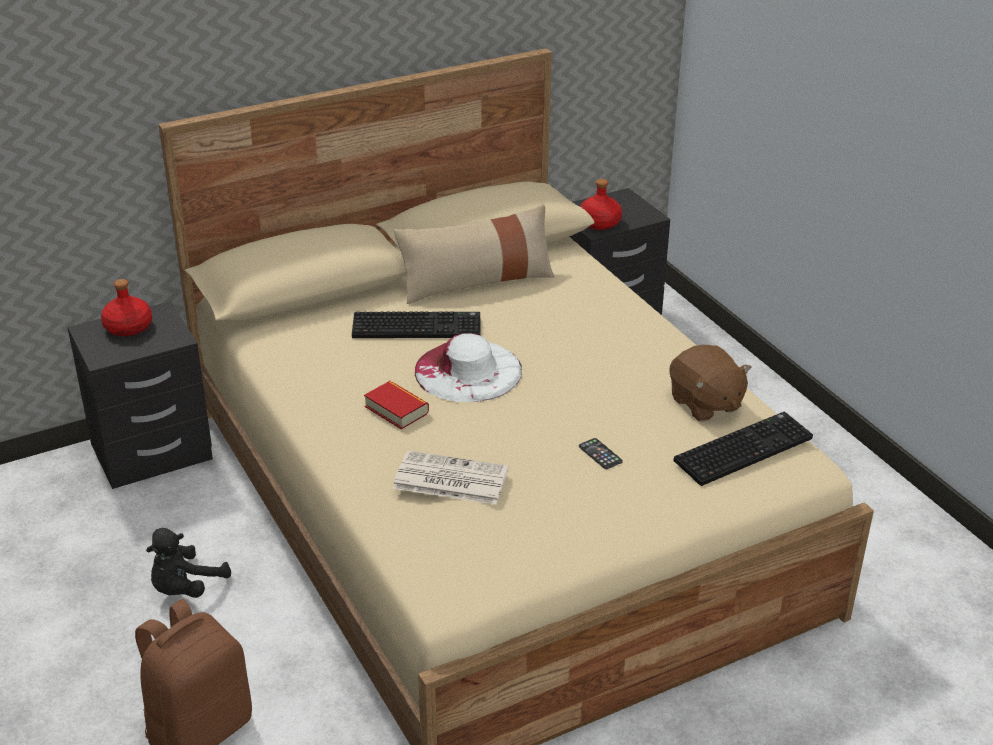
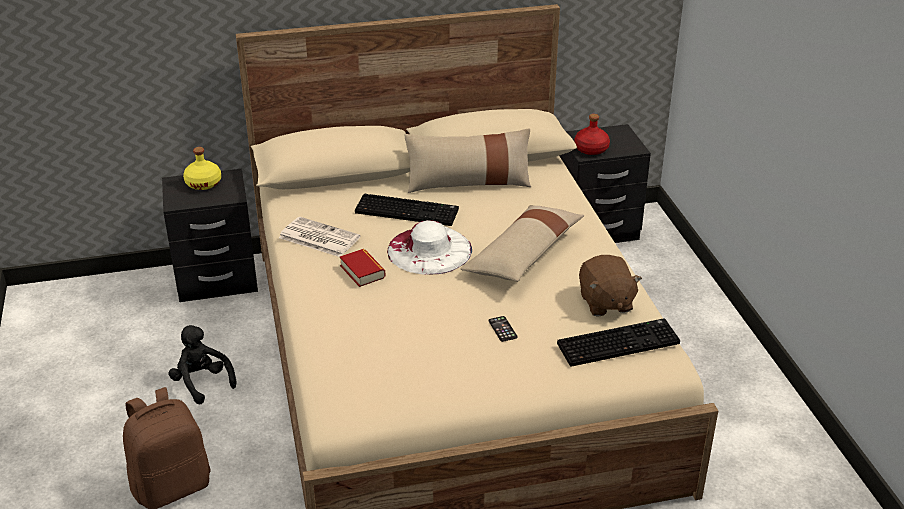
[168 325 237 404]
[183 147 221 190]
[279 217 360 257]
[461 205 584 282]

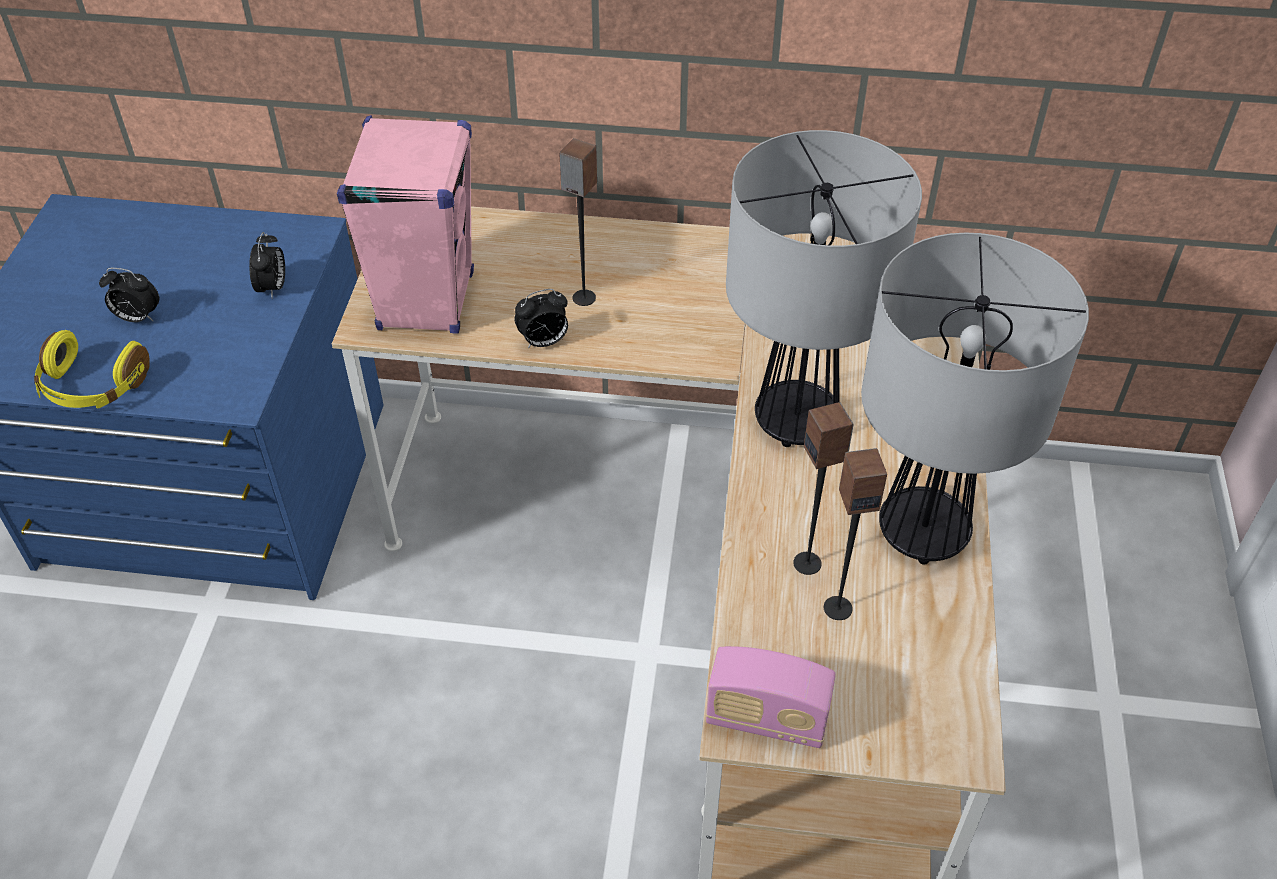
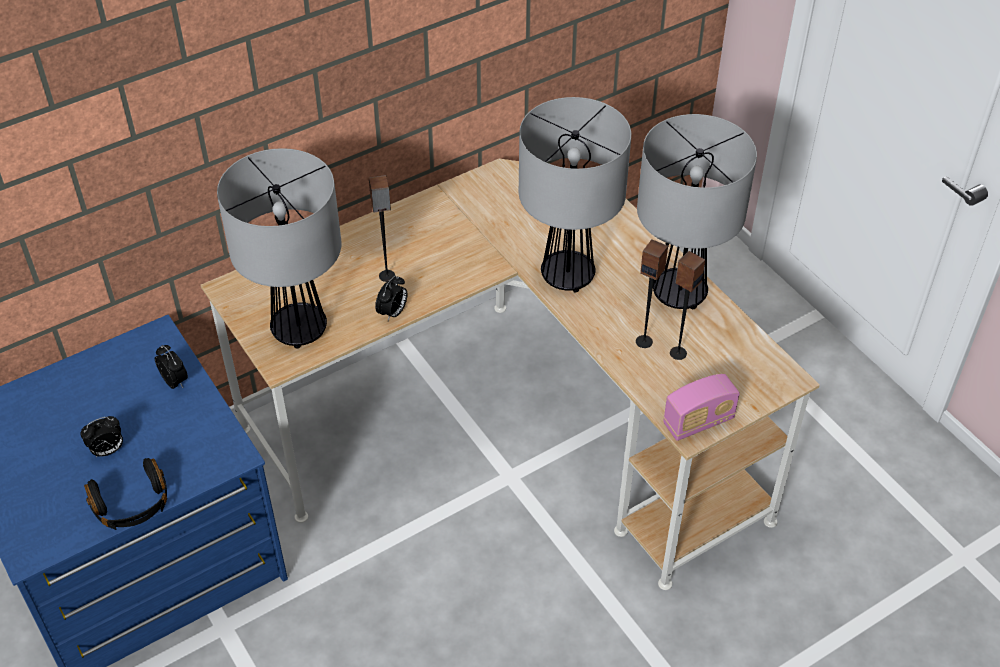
[84 458 167 530]
[217 148 341 349]

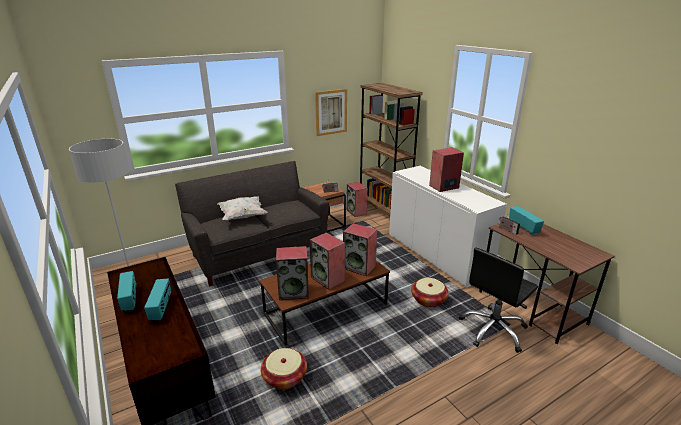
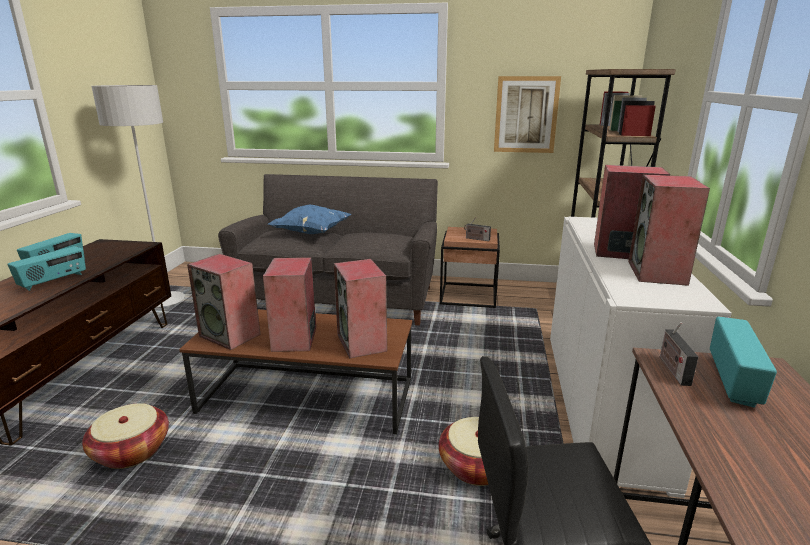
[268 205 352 234]
[628 175 710 286]

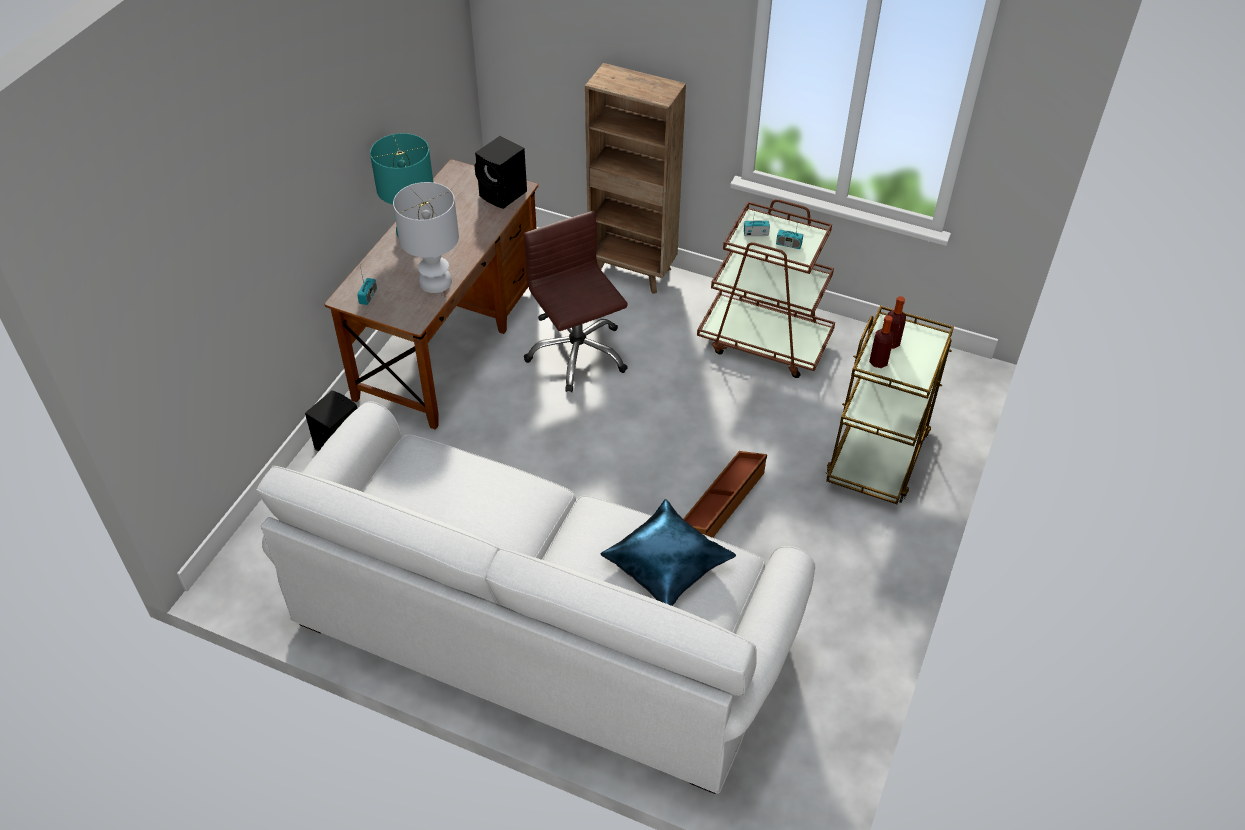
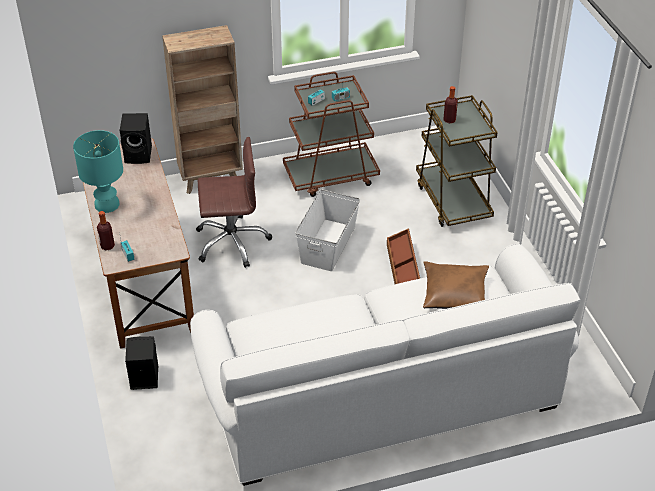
[97 211 115 251]
[196 137 272 268]
[295 189 360 271]
[423 261 489 309]
[393 182 459 293] (first image)

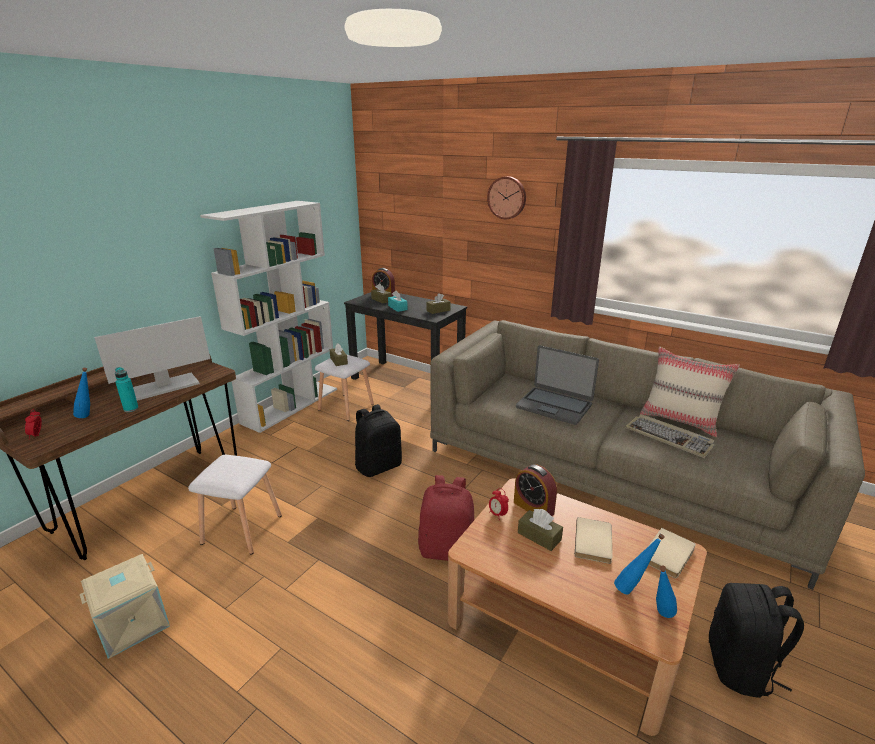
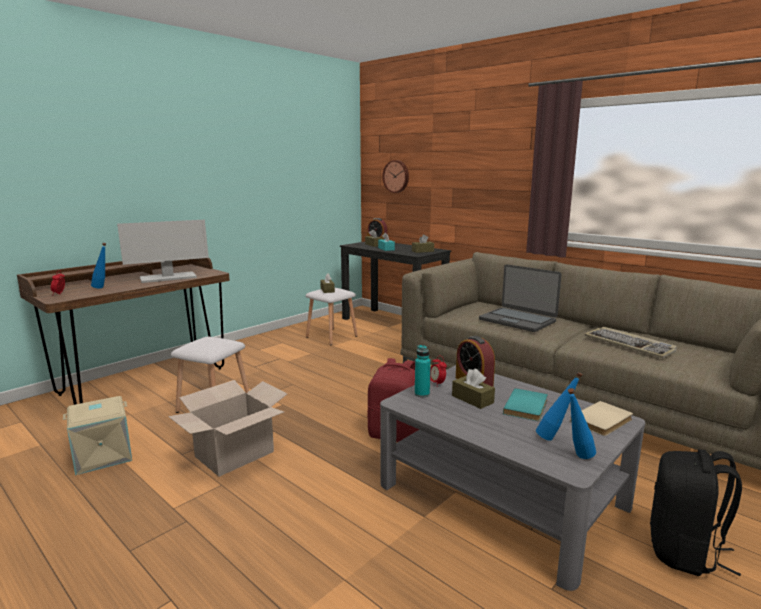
[168 380 287 477]
[380 365 645 591]
[382 160 409 193]
[415 345 431 397]
[503 388 548 421]
[200 201 337 433] (first image)
[355 404 402 477] (first image)
[640 347 740 437] (first image)

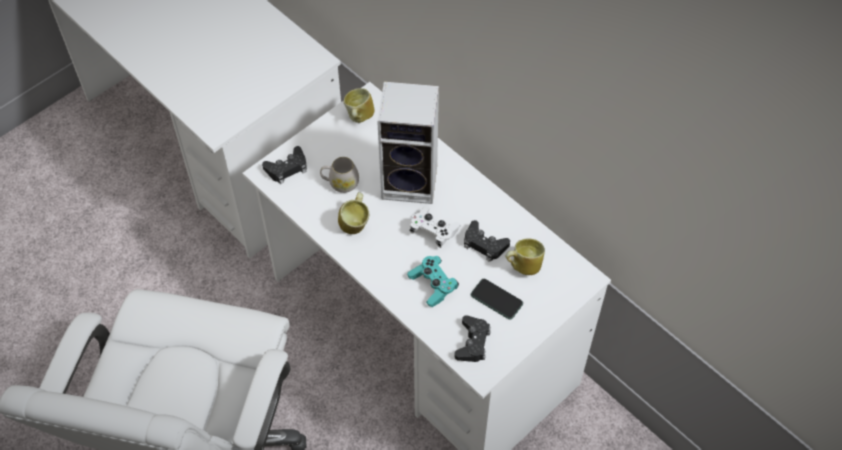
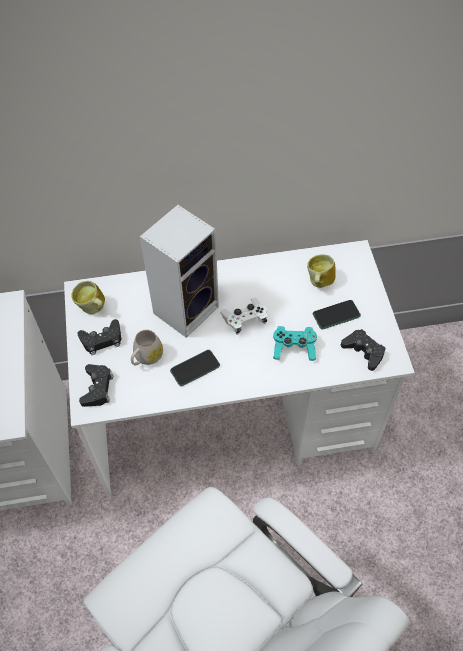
[77 319 121 355]
[170 350 220 386]

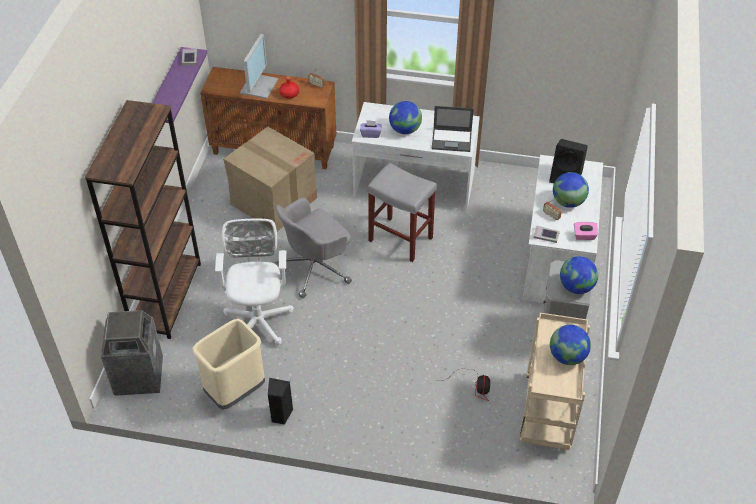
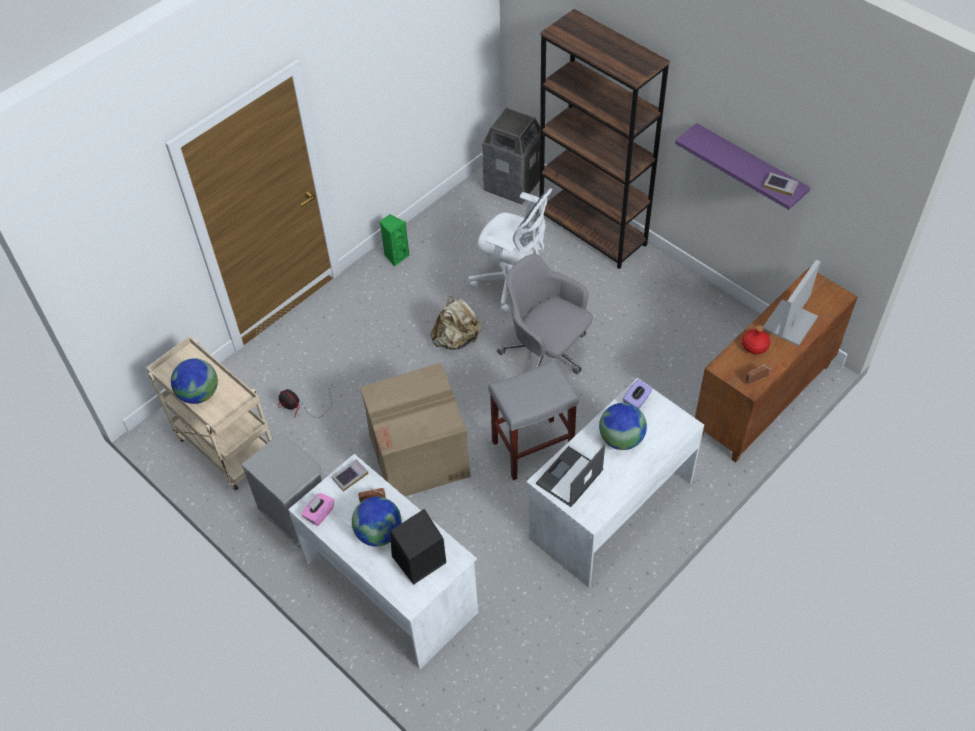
[360 363 471 497]
[379 214 409 267]
[430 296 482 350]
[497 254 593 374]
[763 260 821 346]
[192 319 265 410] (first image)
[560 256 598 294] (first image)

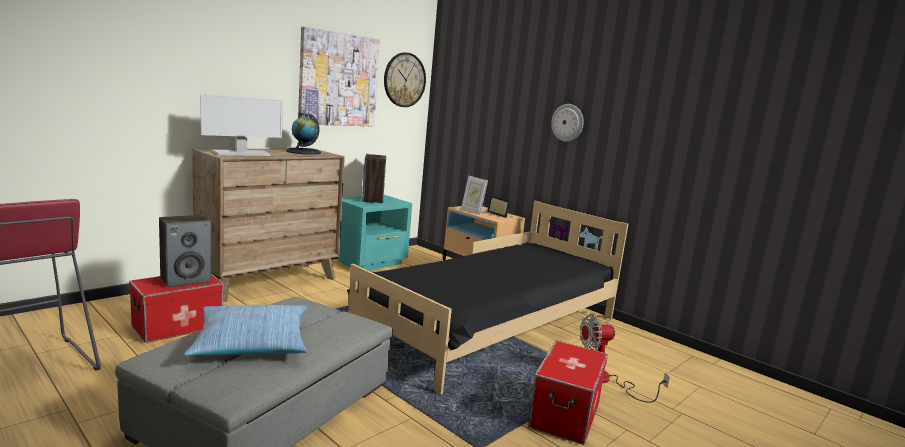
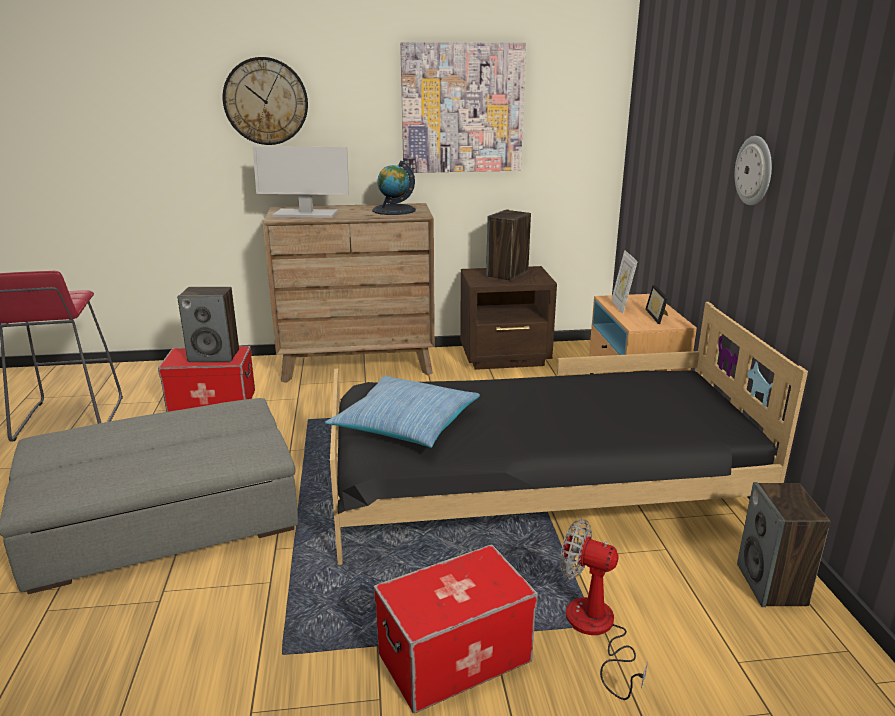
[223 57 308 145]
[325 376 480 448]
[460 266 557 370]
[737 482 830 607]

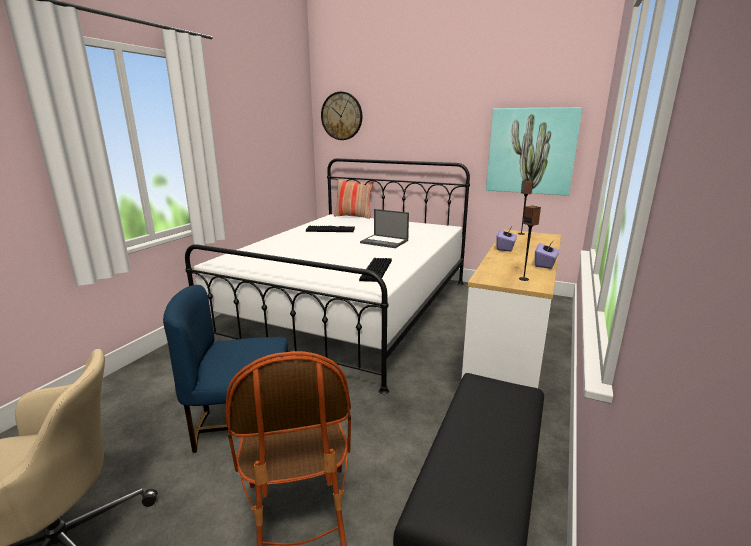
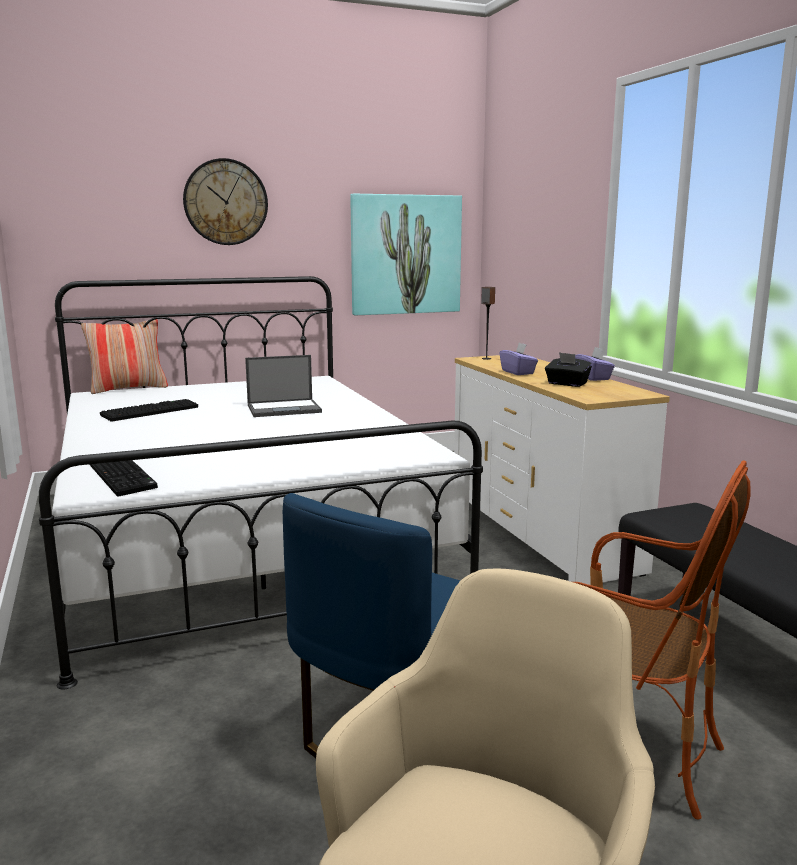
[89 460 158 497]
[183 158 268 245]
[545 352 592 387]
[519 206 541 281] (first image)

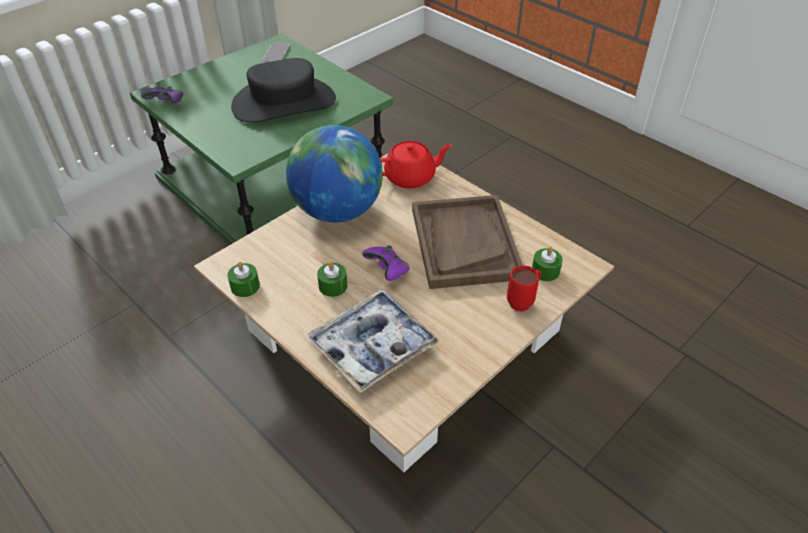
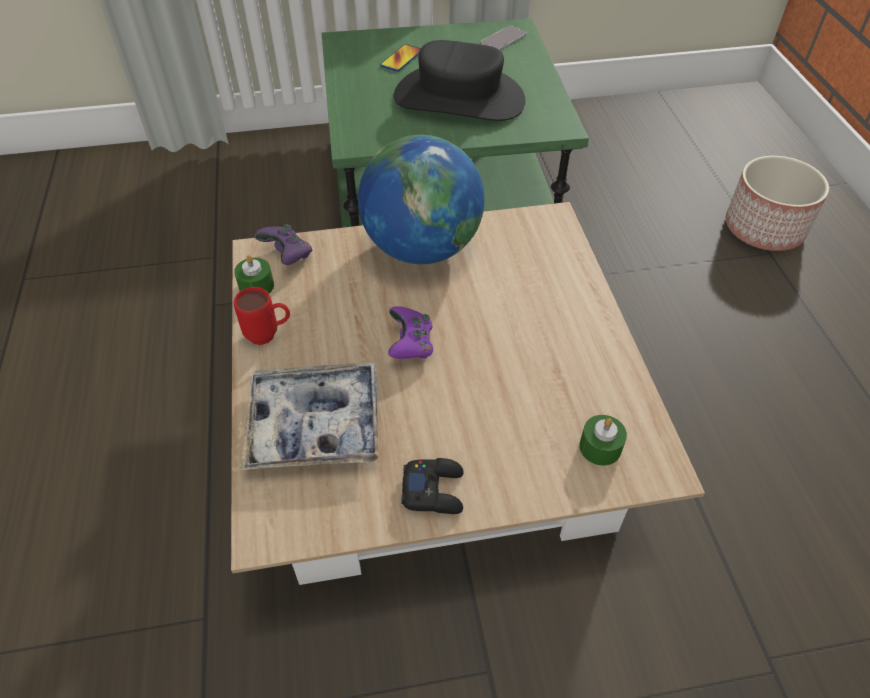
[234 287 290 345]
[254 224 312 265]
[380 44 421 72]
[401 458 464 514]
[726 156 829 251]
[317 261 347 297] (first image)
[380 141 452 189] (first image)
[412 195 523 289] (first image)

